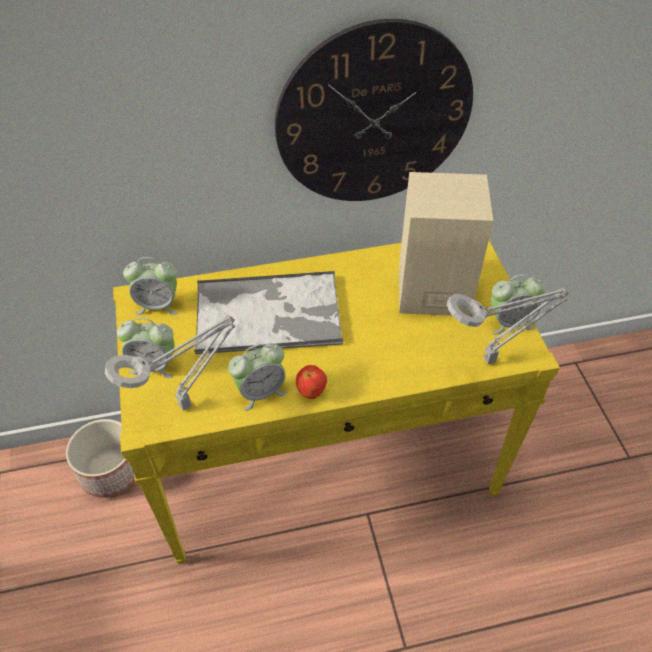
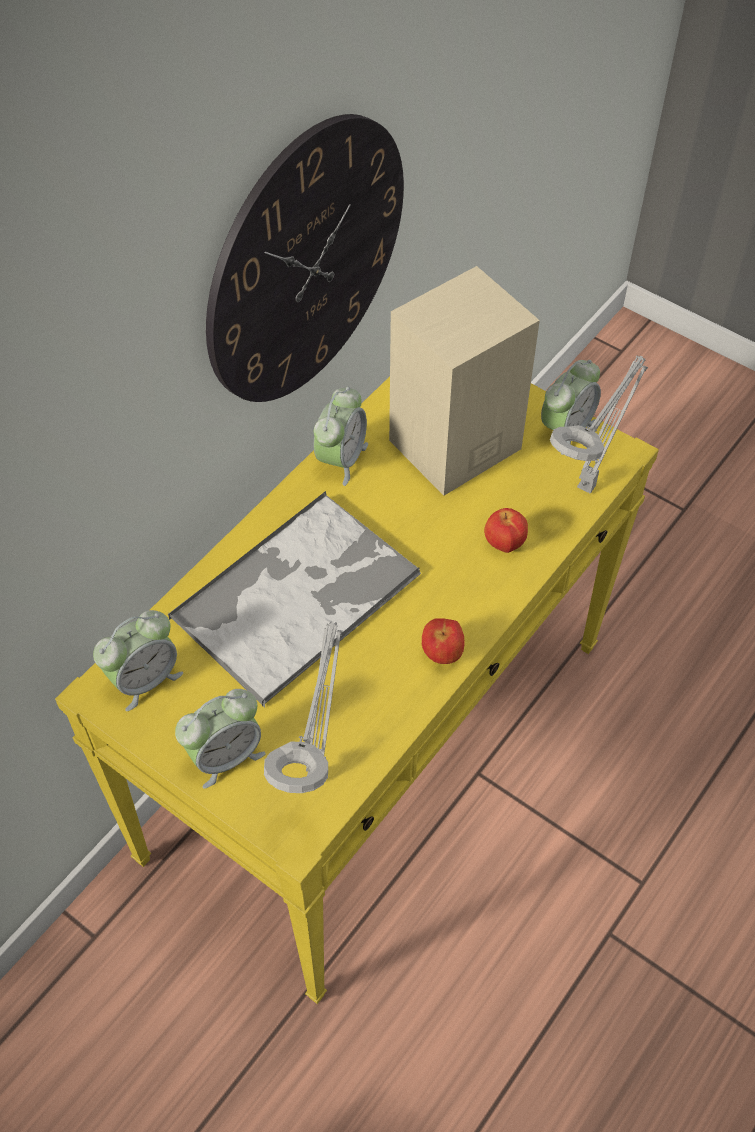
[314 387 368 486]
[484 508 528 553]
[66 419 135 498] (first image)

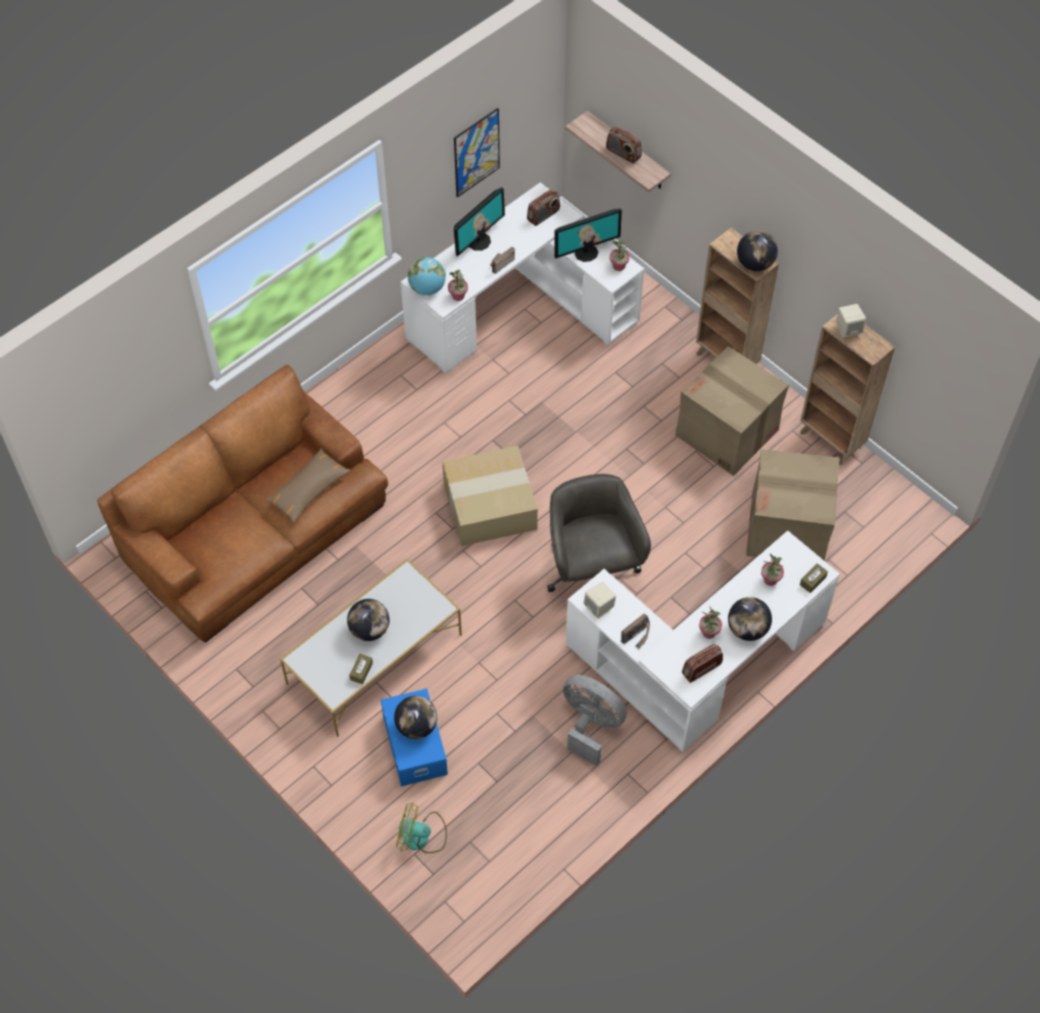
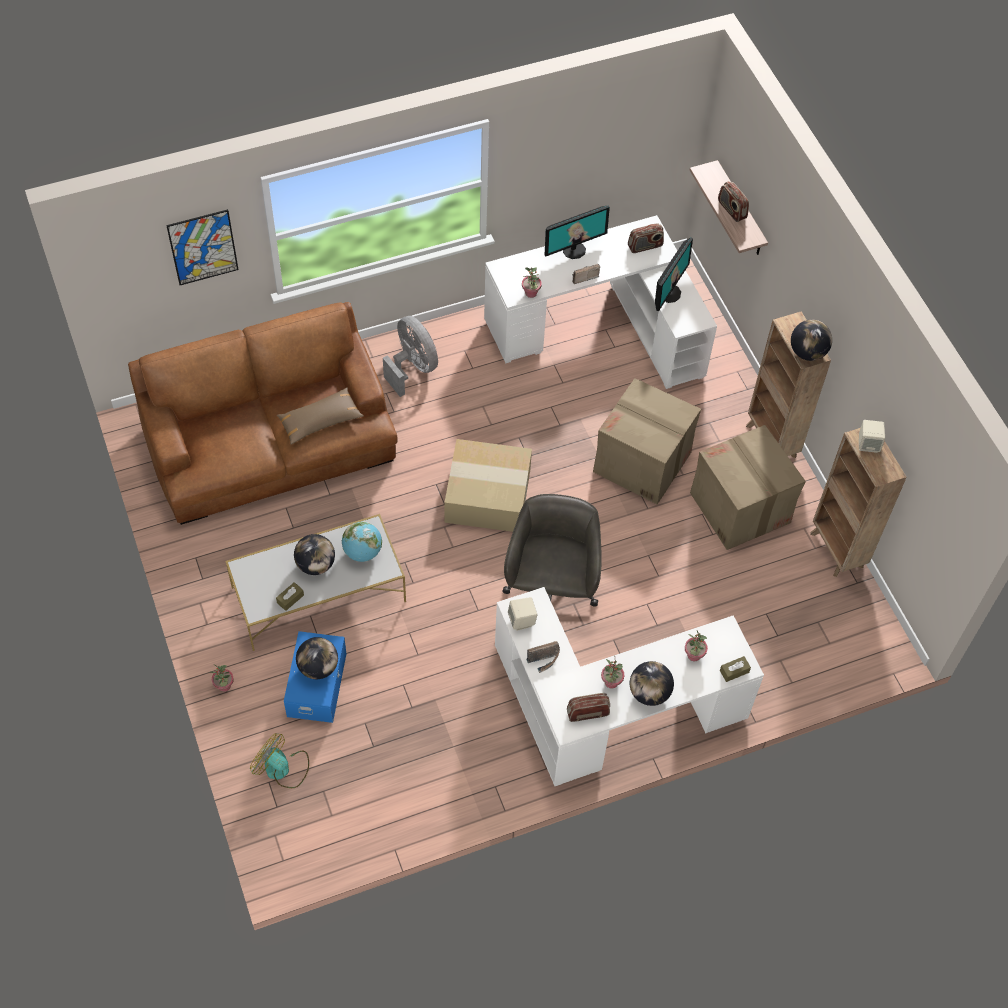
[166 209 239 285]
[209 664 234 692]
[342 522 382 562]
[383 316 438 397]
[593 378 701 504]
[655 237 693 311]

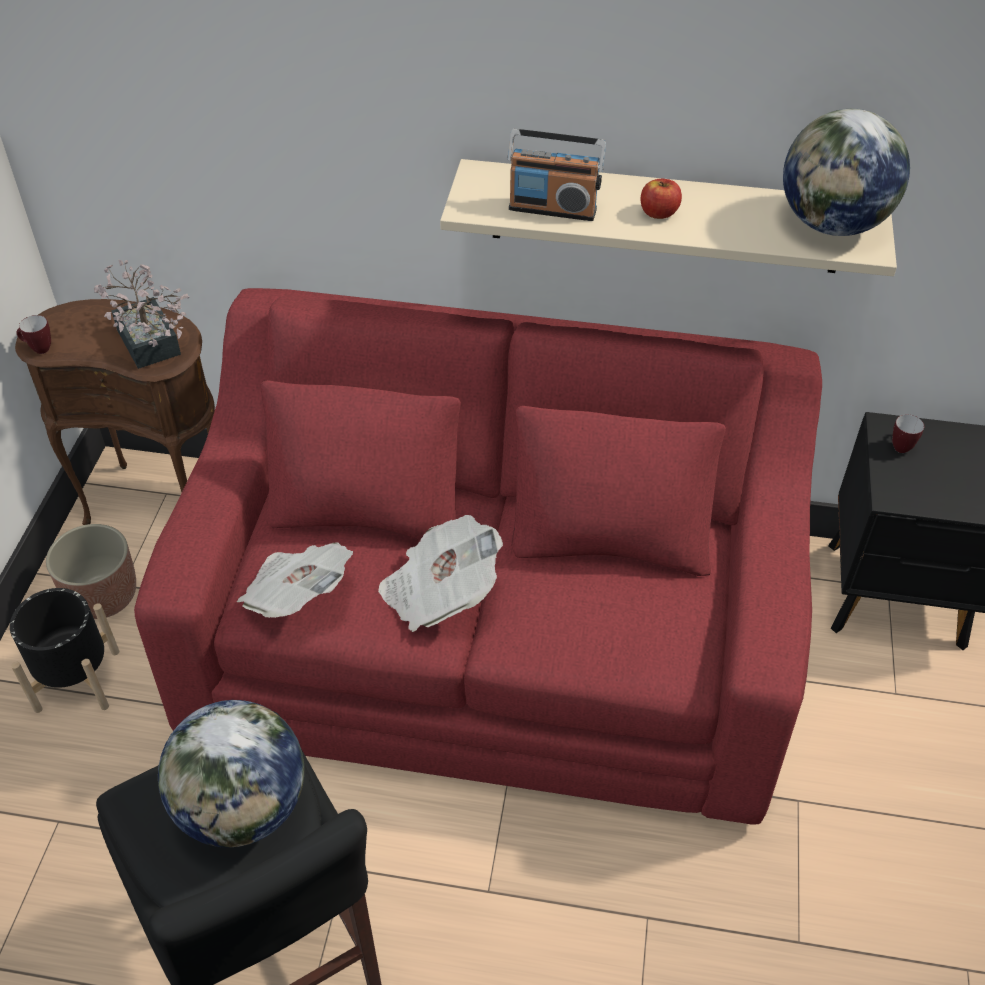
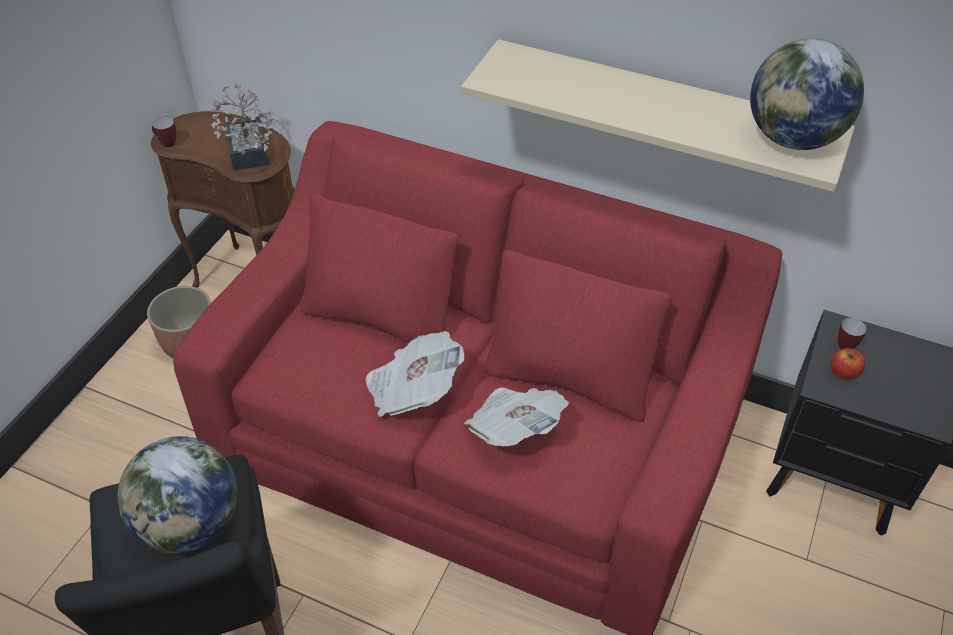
[464 387 569 446]
[831 348 865 380]
[10 588 119 713] (first image)
[507 129 606 221] (first image)

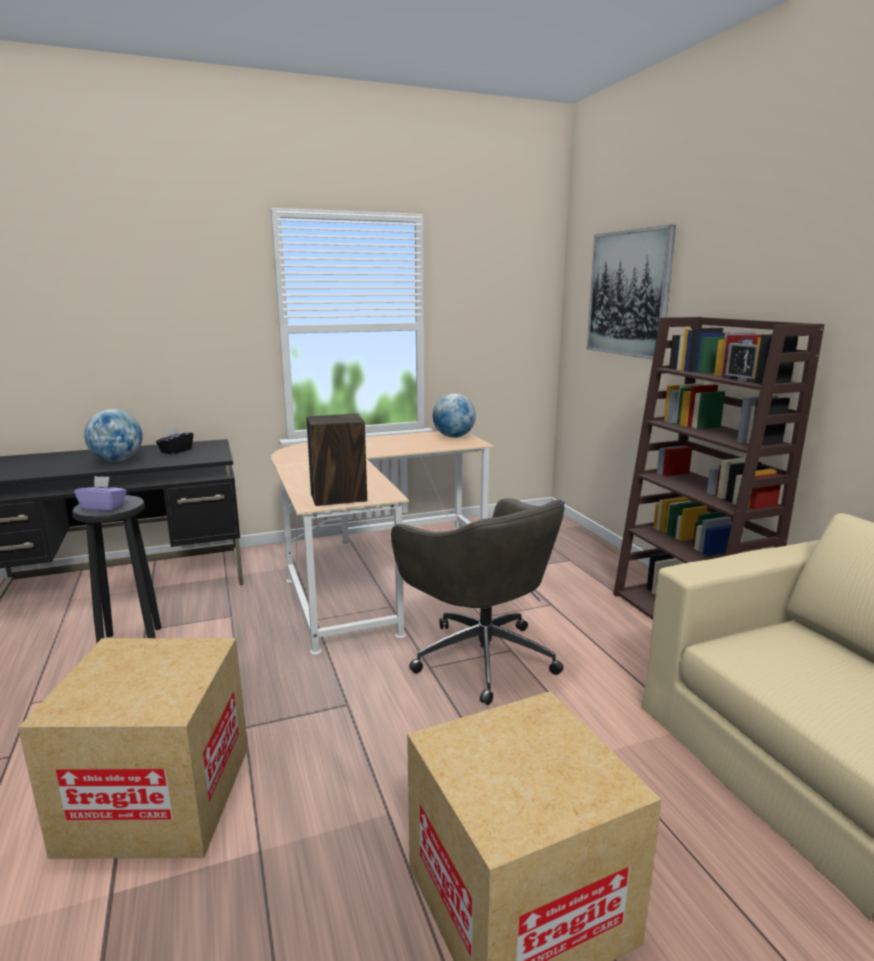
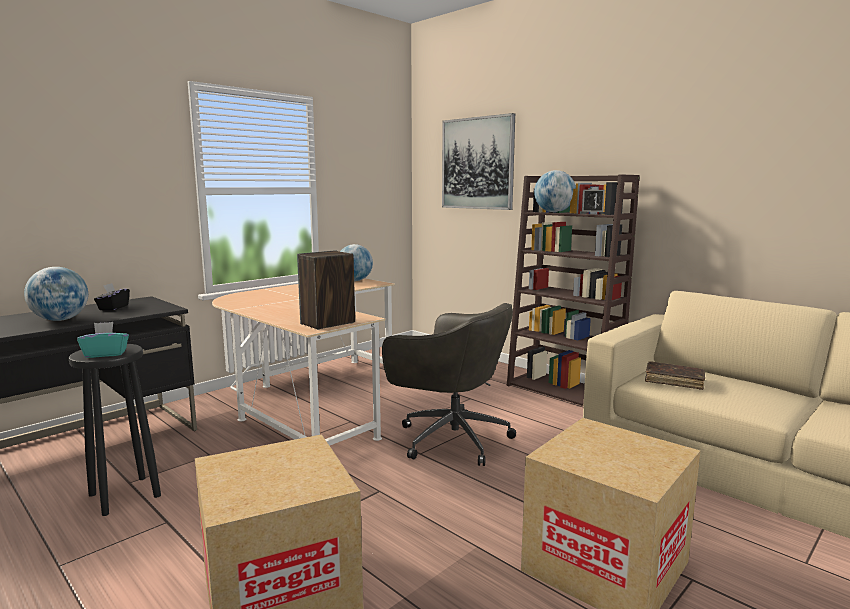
[77 322 129 358]
[534 170 576 212]
[645 361 705 390]

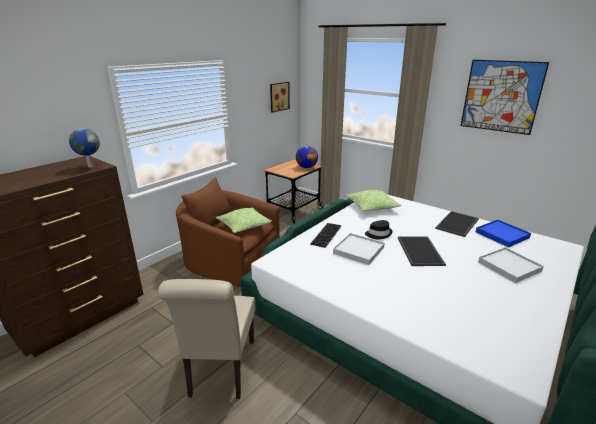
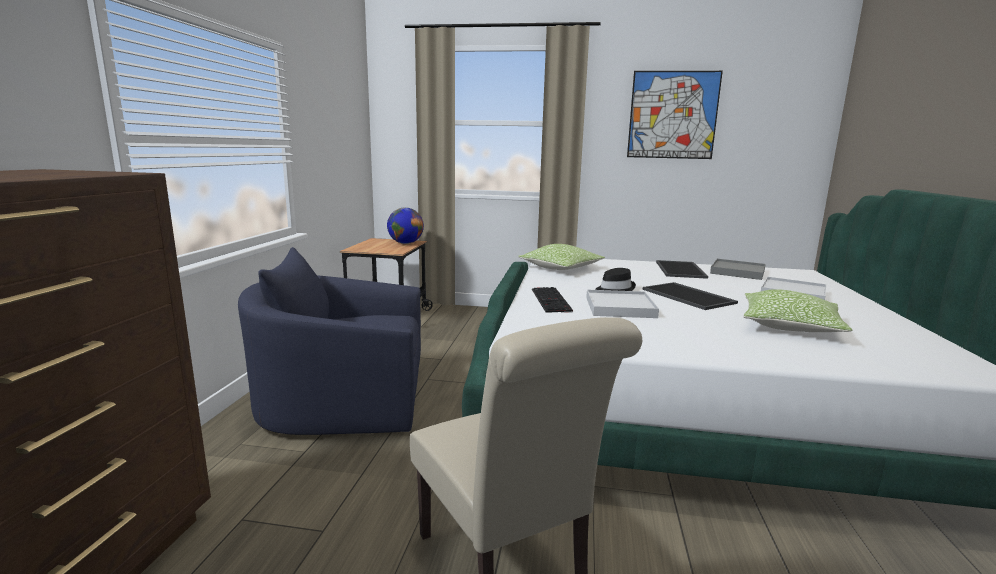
[238 247 421 435]
[710 259 766 280]
[744 289 852 332]
[69 128 100 168] (first image)
[270 82 290 113] (first image)

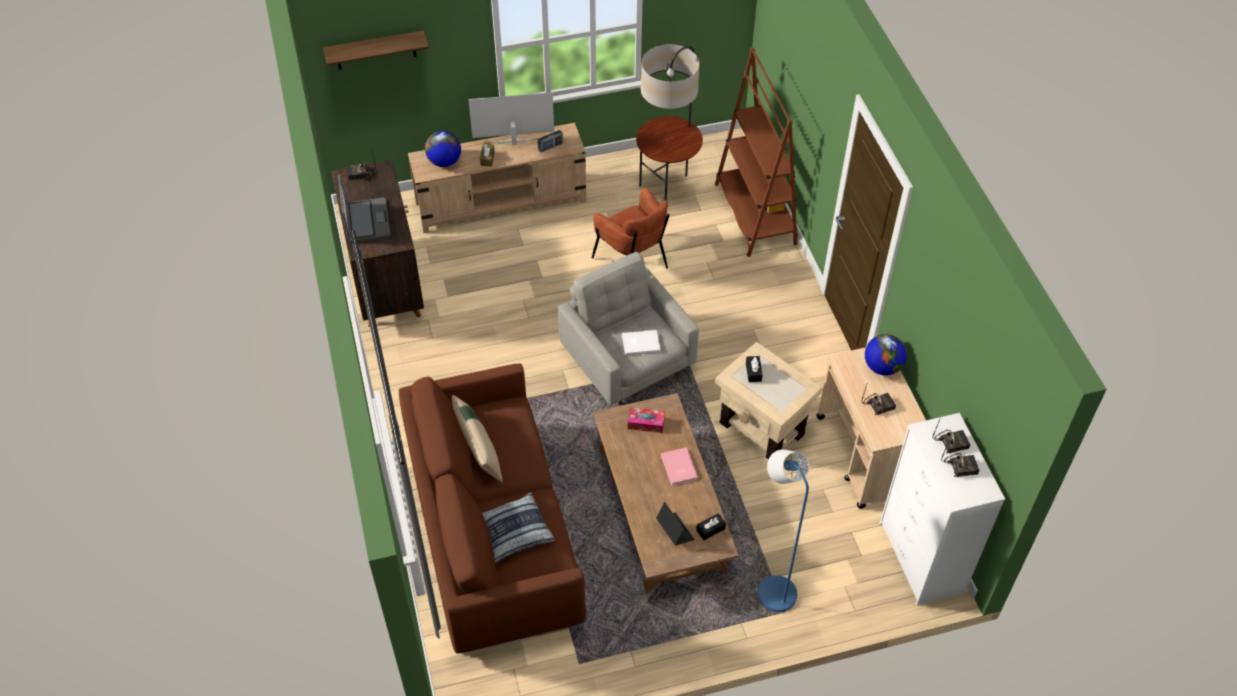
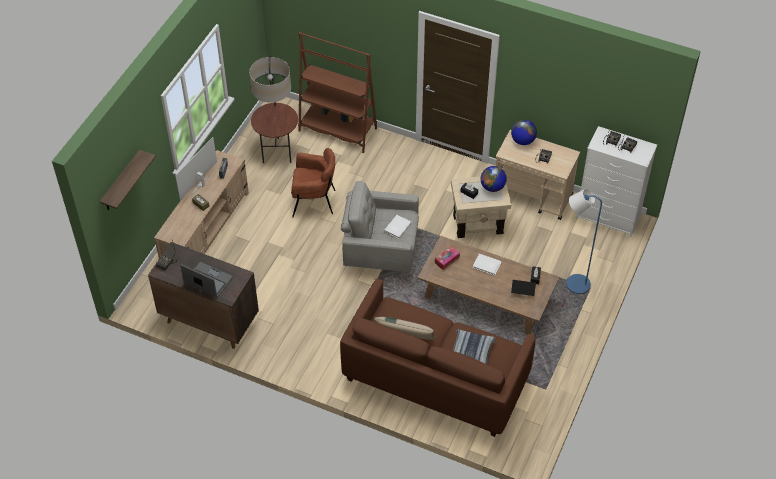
[473 254 502 275]
[481 166 507 192]

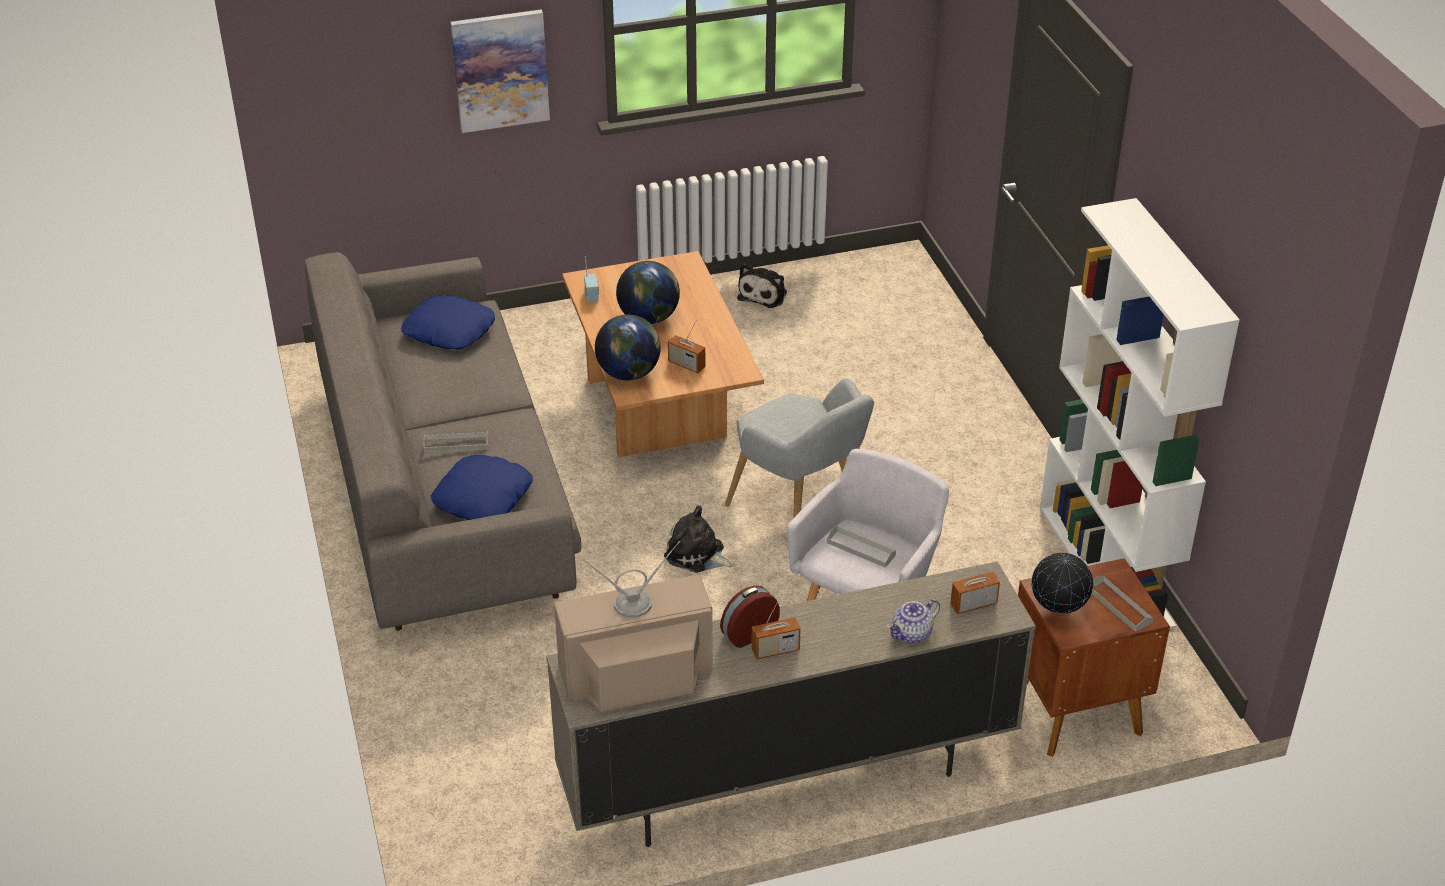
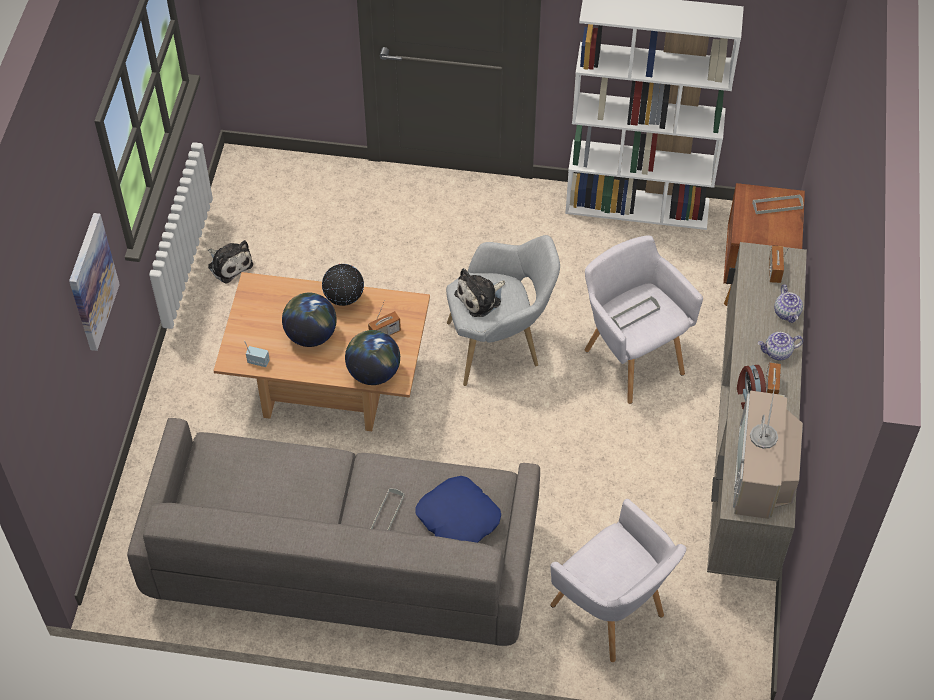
[322 264 364 306]
[454 268 505 317]
[550 499 686 662]
[758 332 803 360]
[401 295 495 350] (first image)

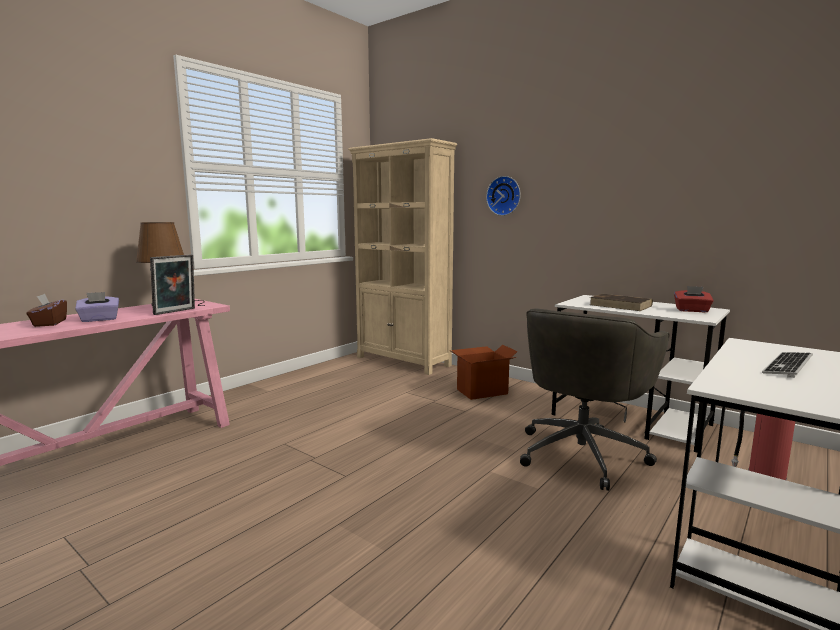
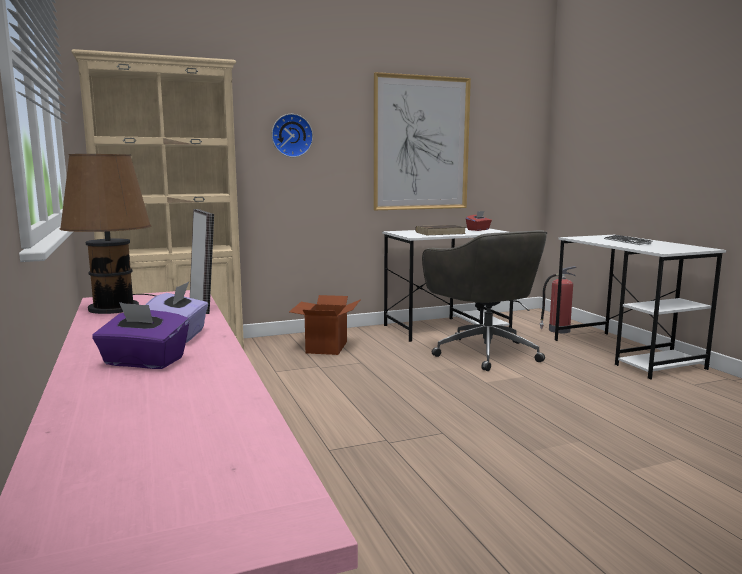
[92 302 189 369]
[374 72 471 210]

